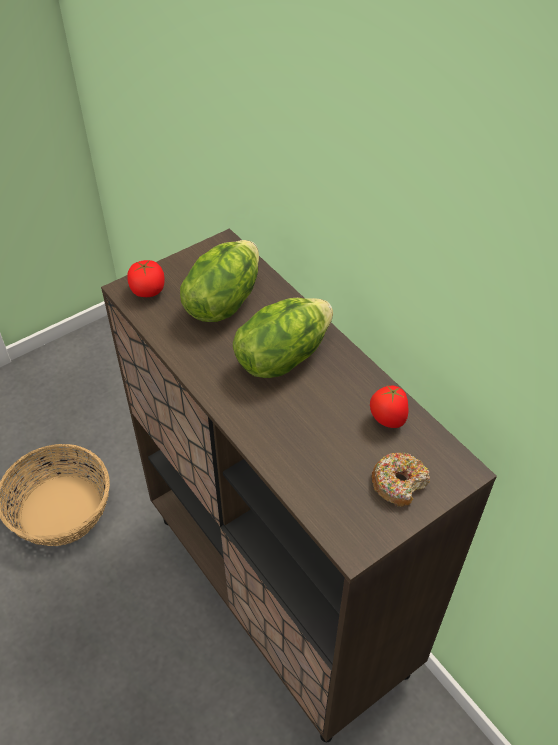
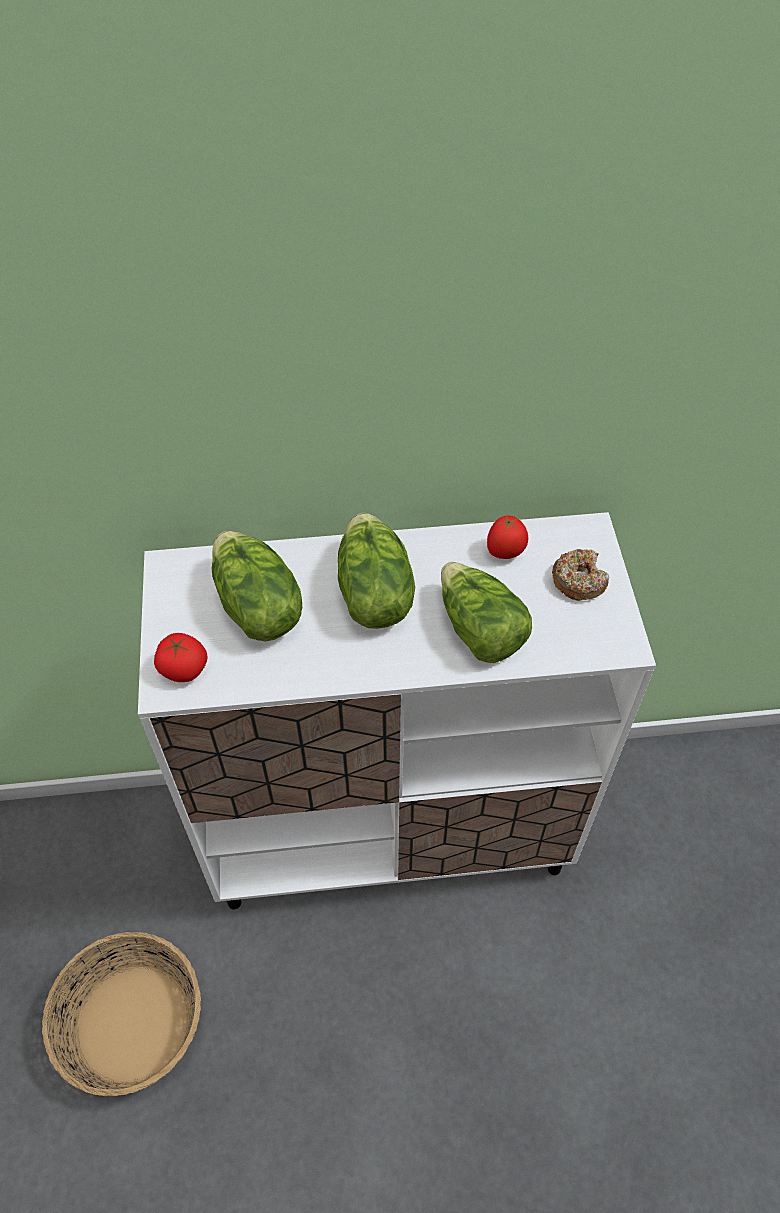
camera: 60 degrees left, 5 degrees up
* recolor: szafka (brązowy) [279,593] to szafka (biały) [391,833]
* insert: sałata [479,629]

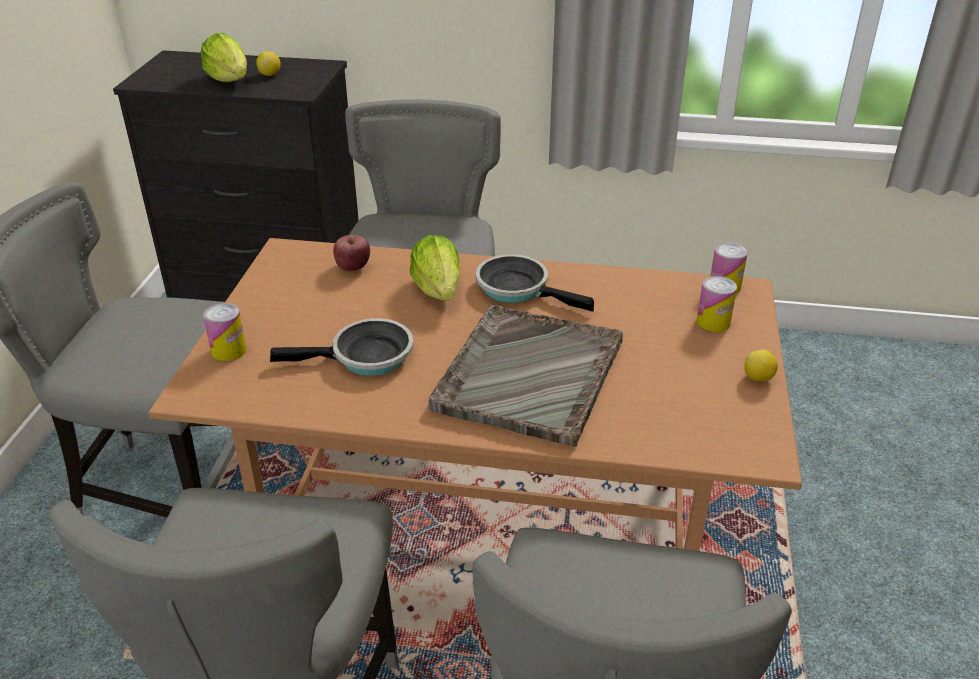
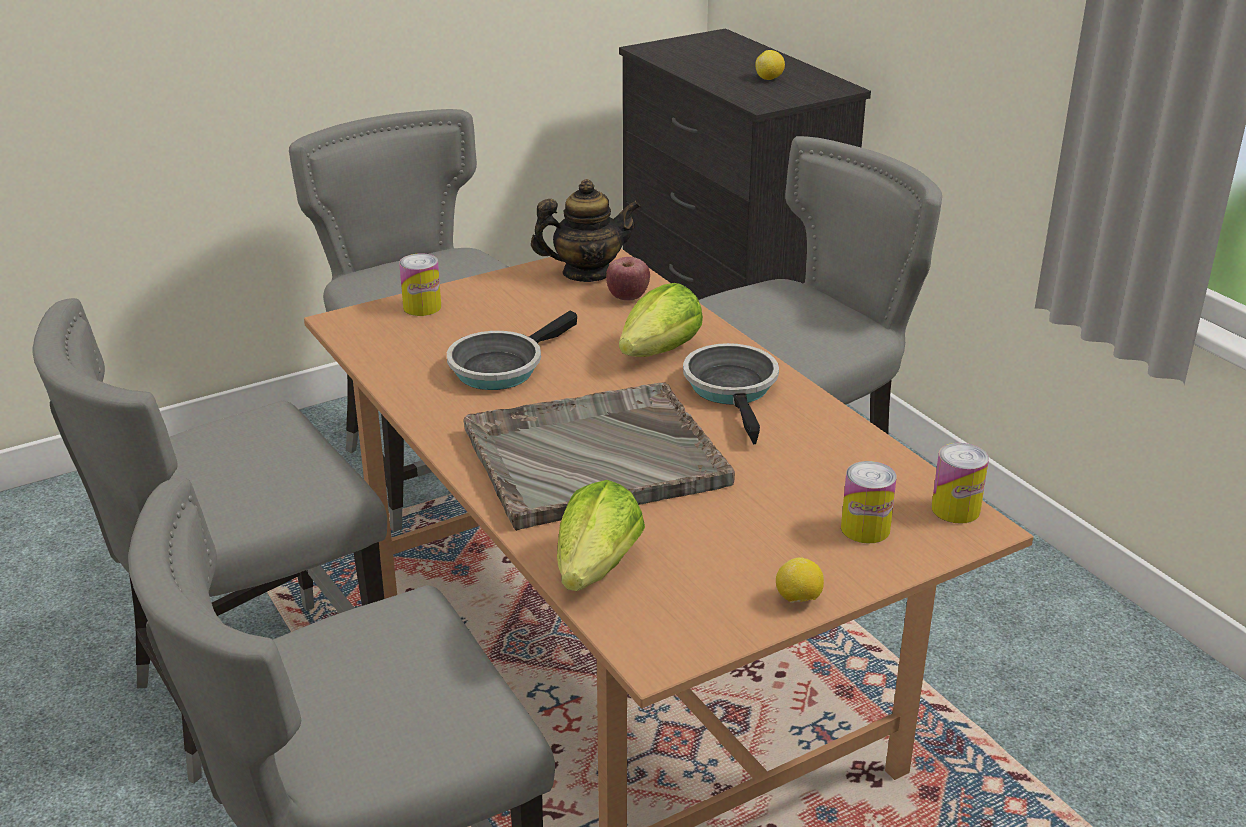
camera: 50 degrees right, 5 degrees down
* move: sałata [229,80] to [597,569]
* rotate: patelnia [365,357] = [501,367] 90 degrees clockwise
* insert: imbryk [586,273]

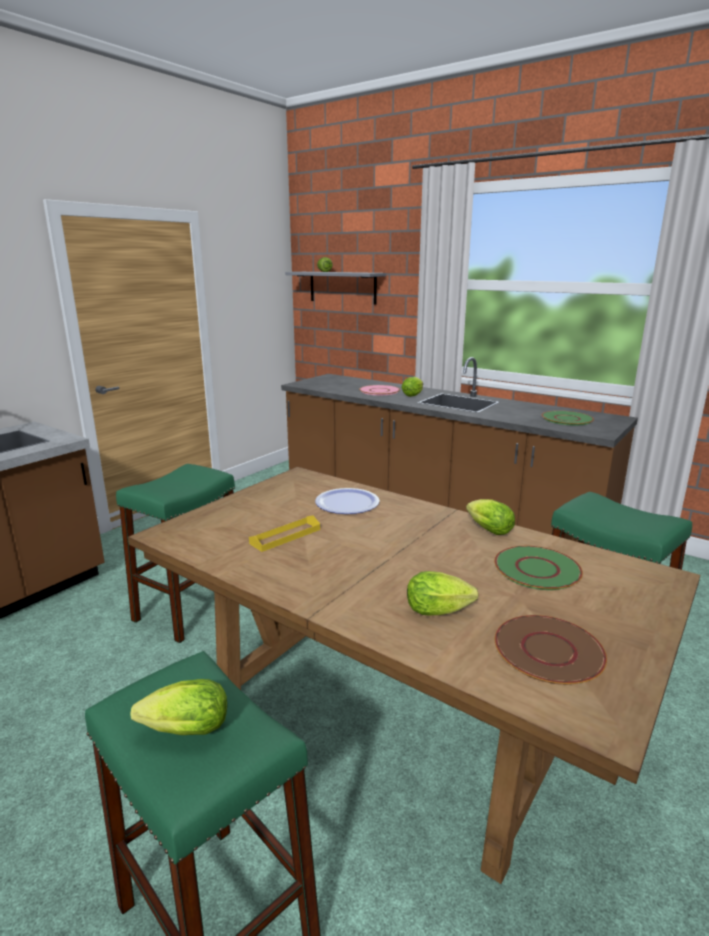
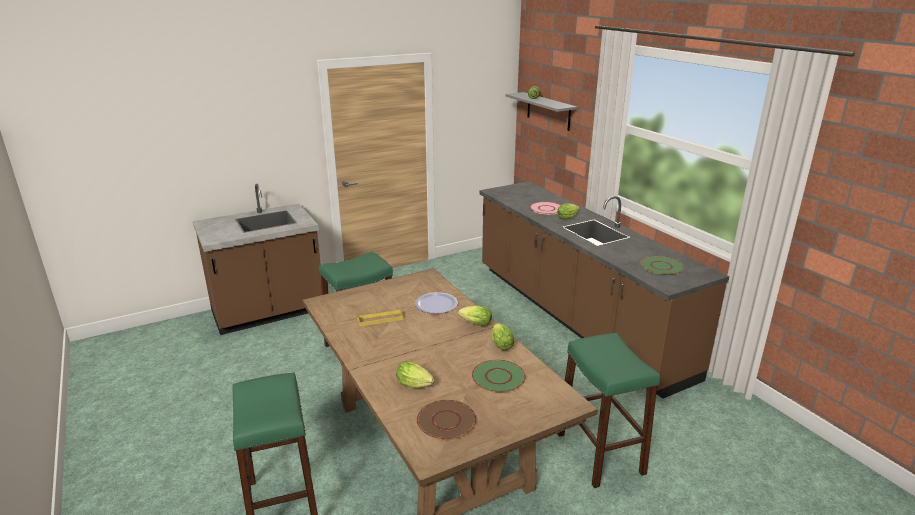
camera: 25 degrees right, 5 degrees up
* move: sałata [181,731] to [474,324]

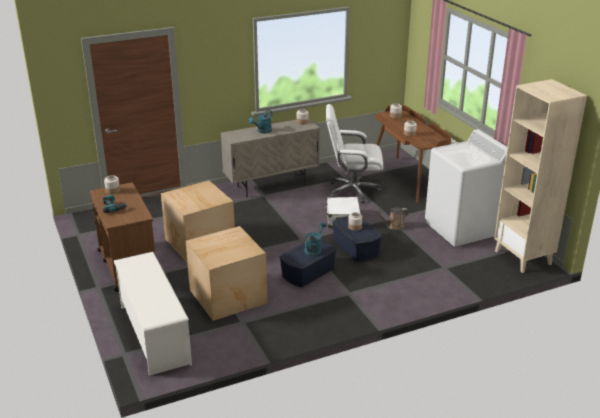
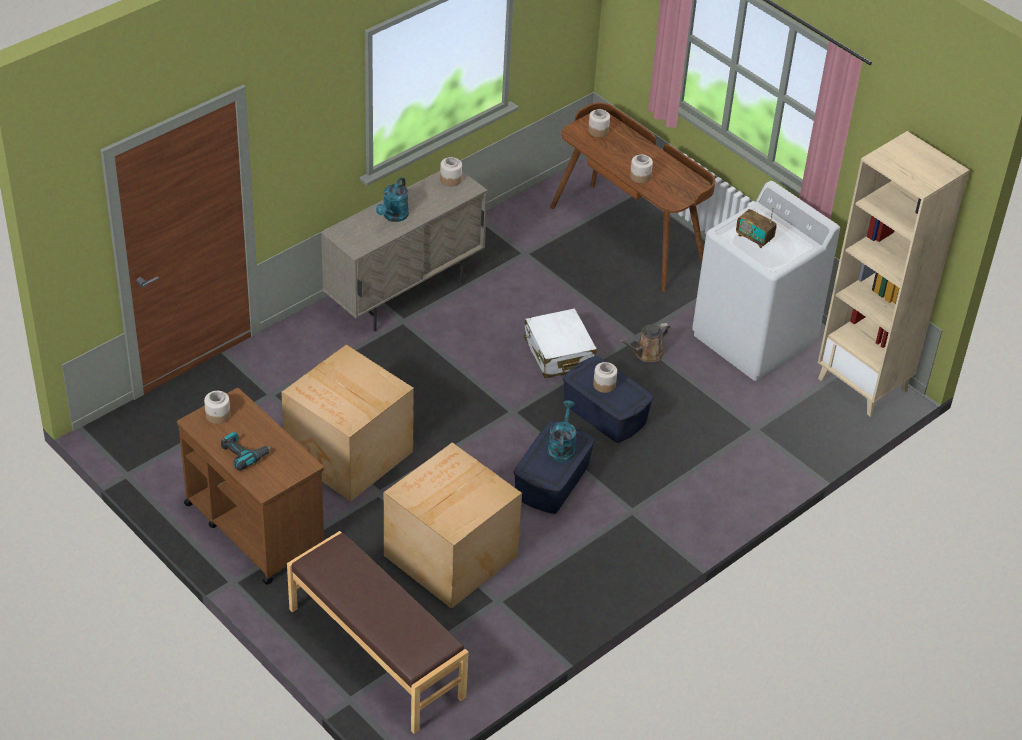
camera: 20 degrees left, 15 degrees up
* replace: regał na buty (biały) [154,334] to ławka (brązowy) [375,653]
* delete: krzesło biurowe (biały) [353,190]
* insert: radio [754,238]

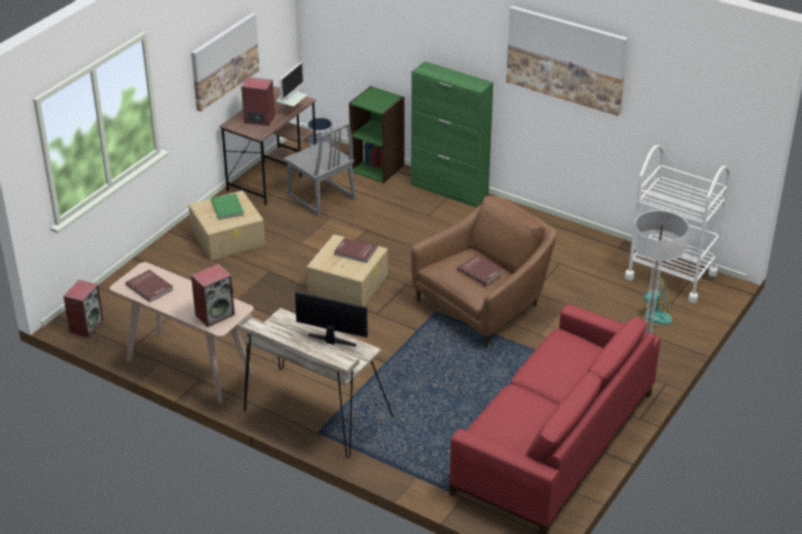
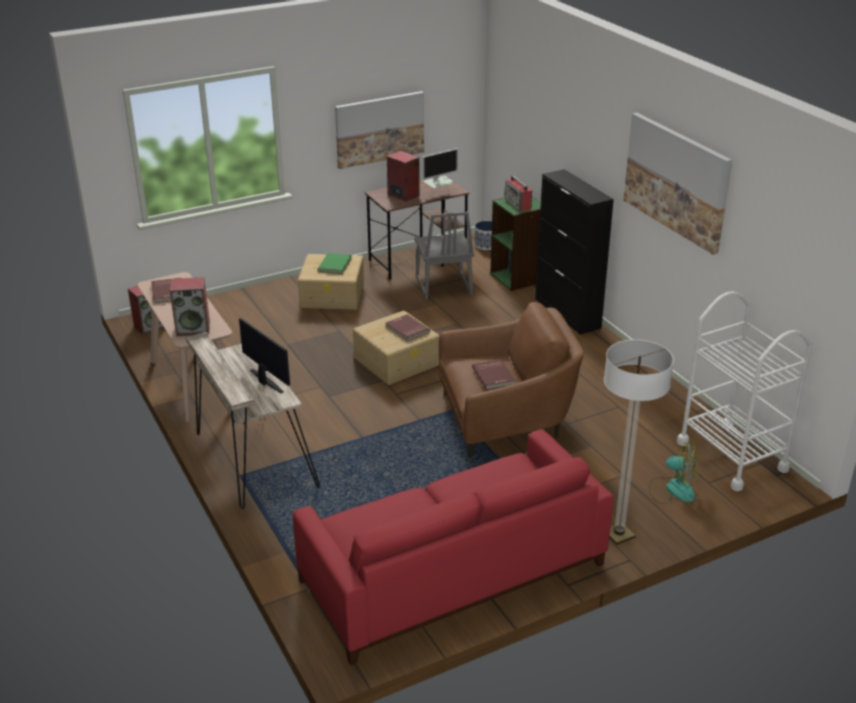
camera: 30 degrees right, 5 degrees down
* recolor: szafka (zielony) [449,190] to szafka (czarny) [567,313]
* insert: radio [518,204]

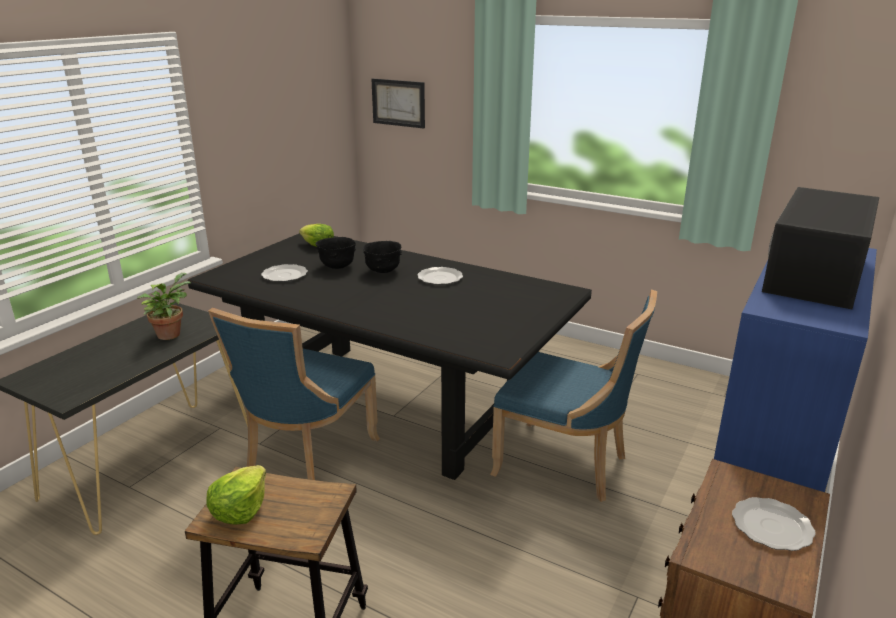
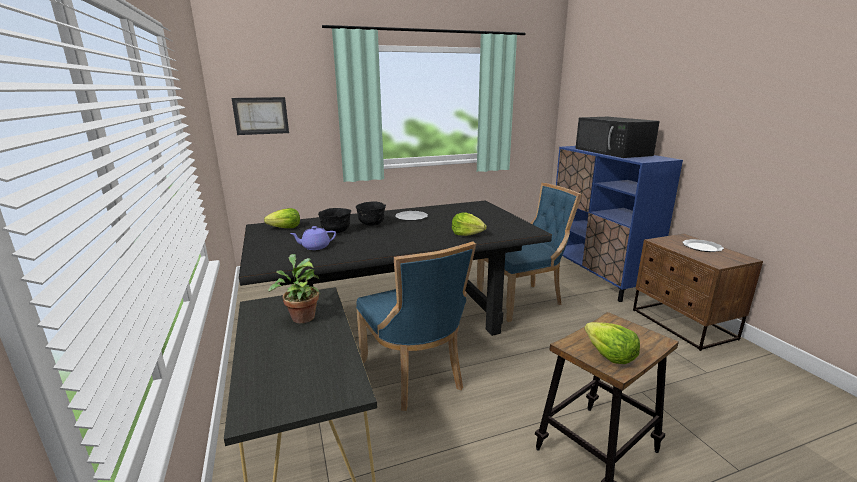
camera: 50 degrees left, 5 degrees down
* replace: talerz [284,275] to imbryk (fioletowy) [315,247]
* insert: sałata [467,234]

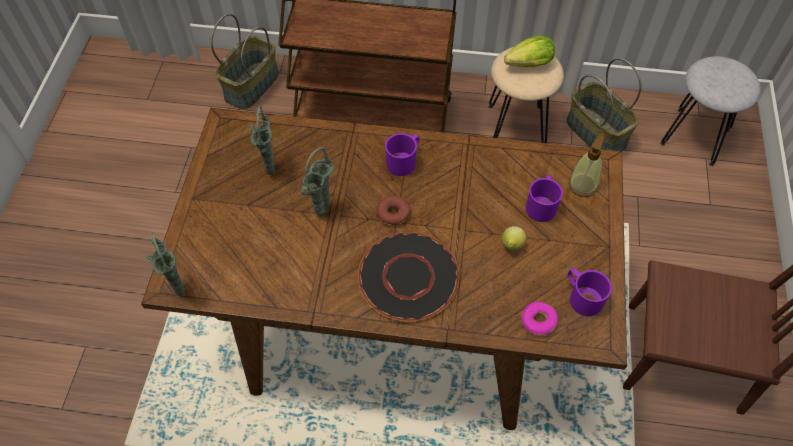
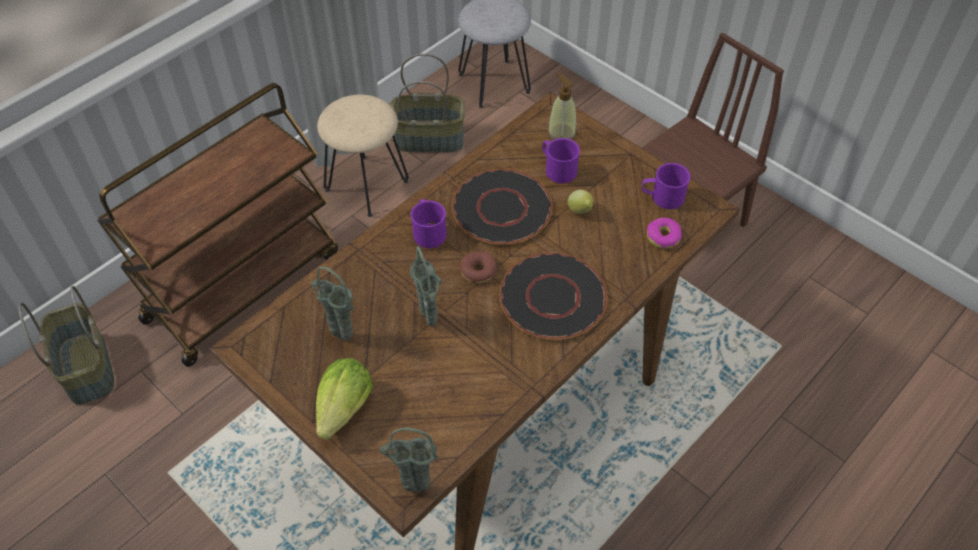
camera: 55 degrees left, 5 degrees down
* move: sałata [526,65] to [342,413]
* insert: talerz (czarny) [501,209]

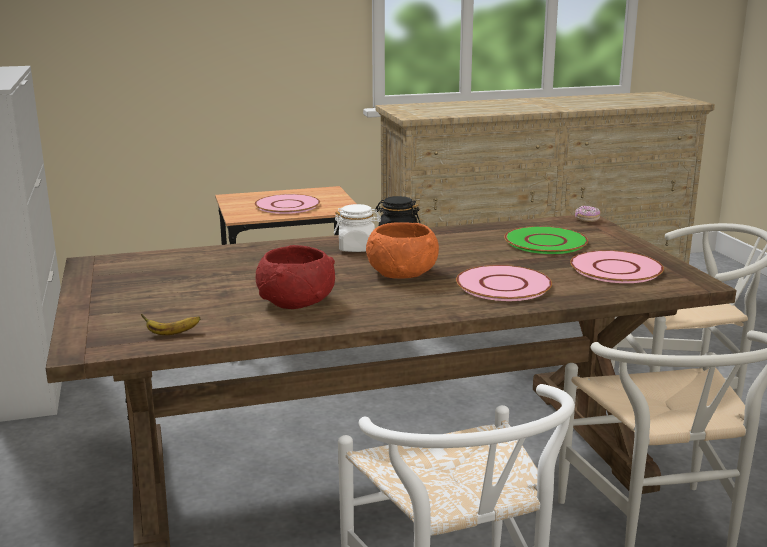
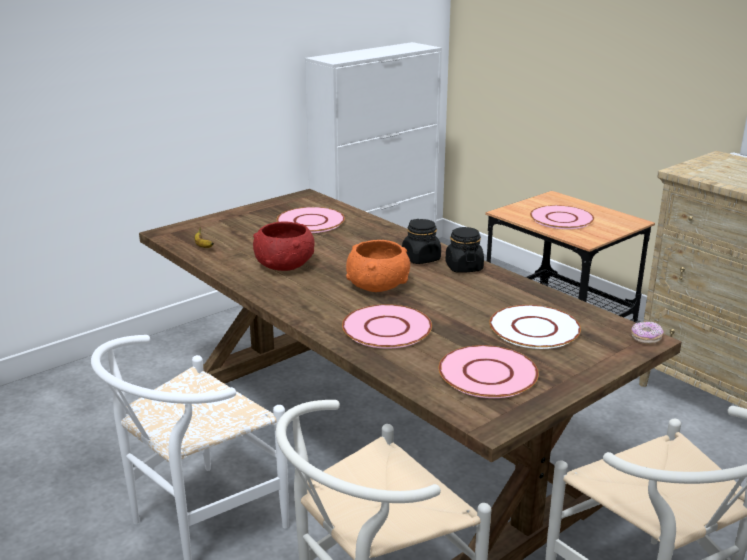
camera: 65 degrees right, 5 degrees up
* recolor: słoik (biały) [357,248] to słoik (czarny) [421,259]
* recolor: talerz (zielony) [545,242] to talerz (biały) [535,328]
* insert: talerz (różowy) [311,221]

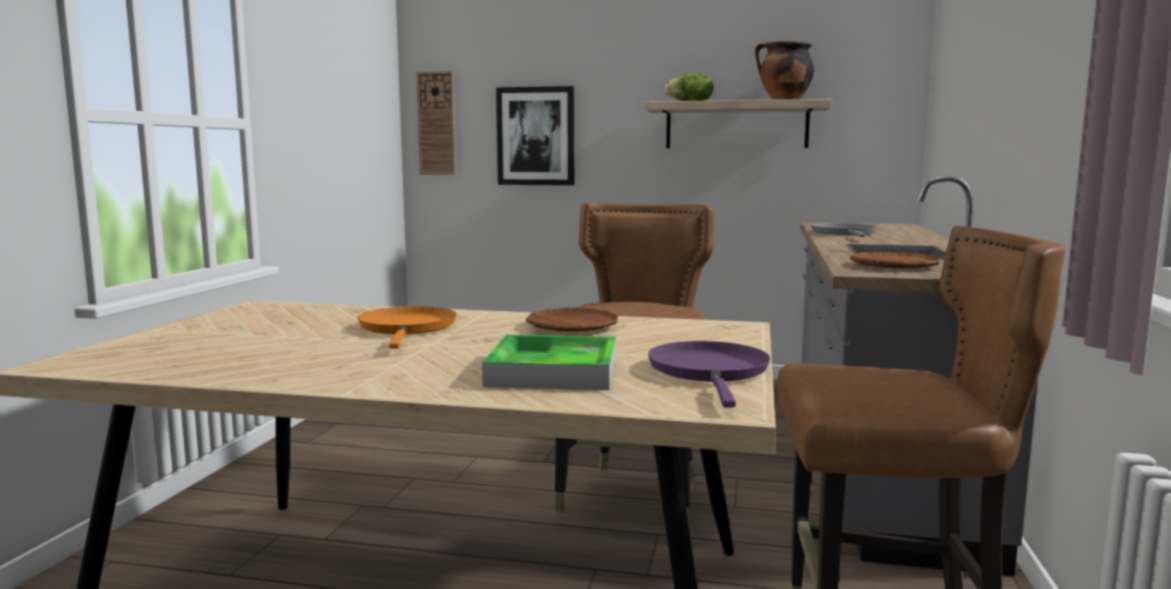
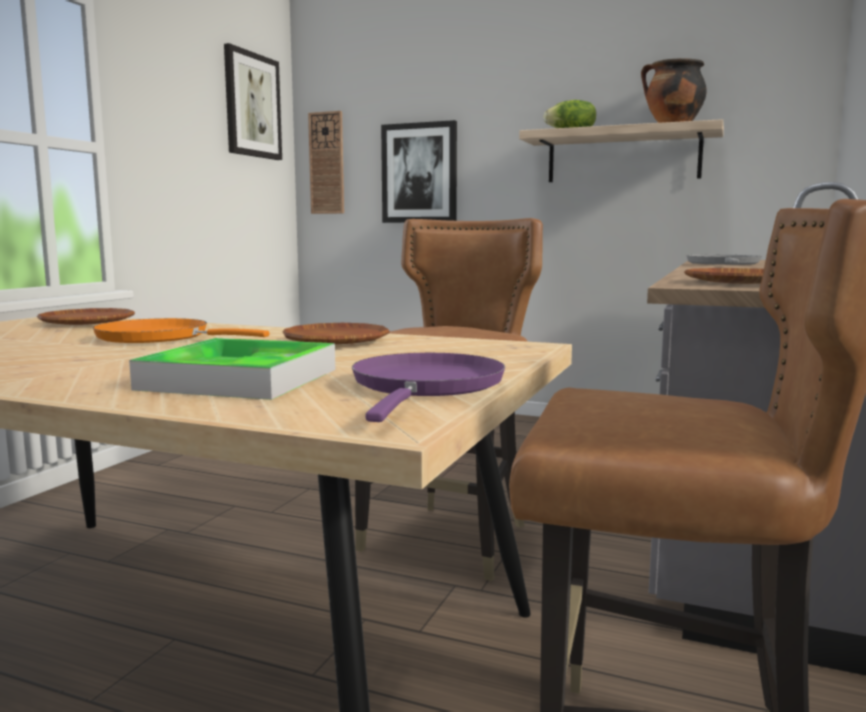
camera: 10 degrees right, 0 degrees up
* rotate: patelnia (pomarańczowy) [407,328] = [160,338] 75 degrees counterclockwise
* insert: talerz (brązowy) [87,323]
* insert: obraz [252,105]

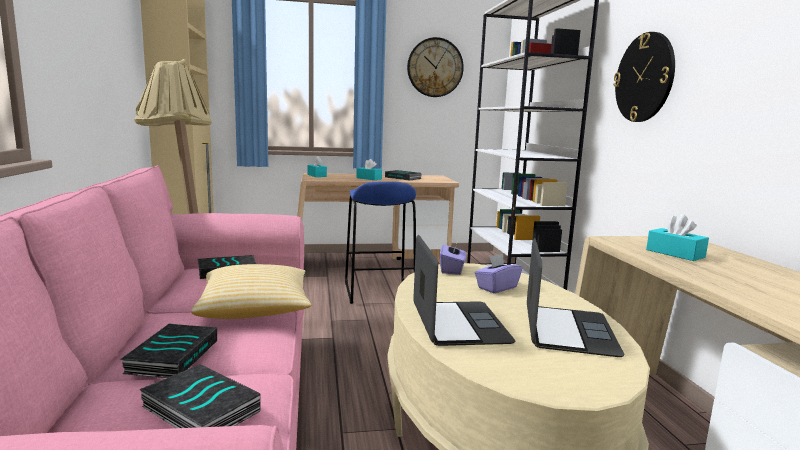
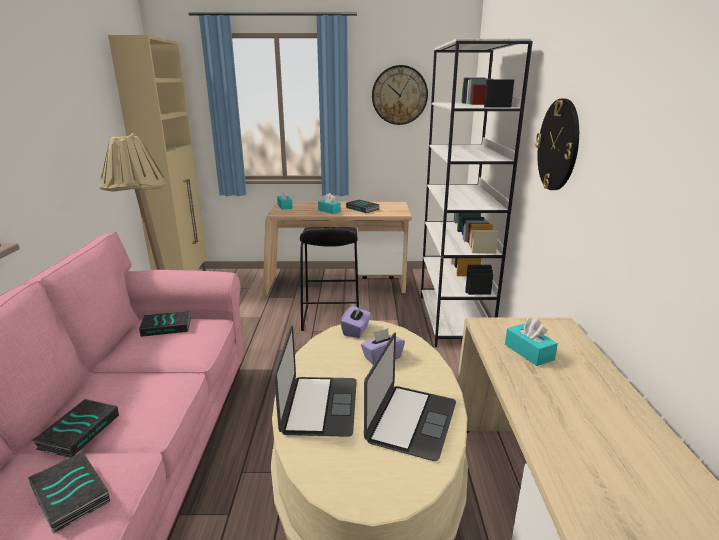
camera: 10 degrees right, 10 degrees up
* delete: poduszka [255,310]
* recolor: stołek (niebieski) [378,291] to stołek (czarny) [331,317]

